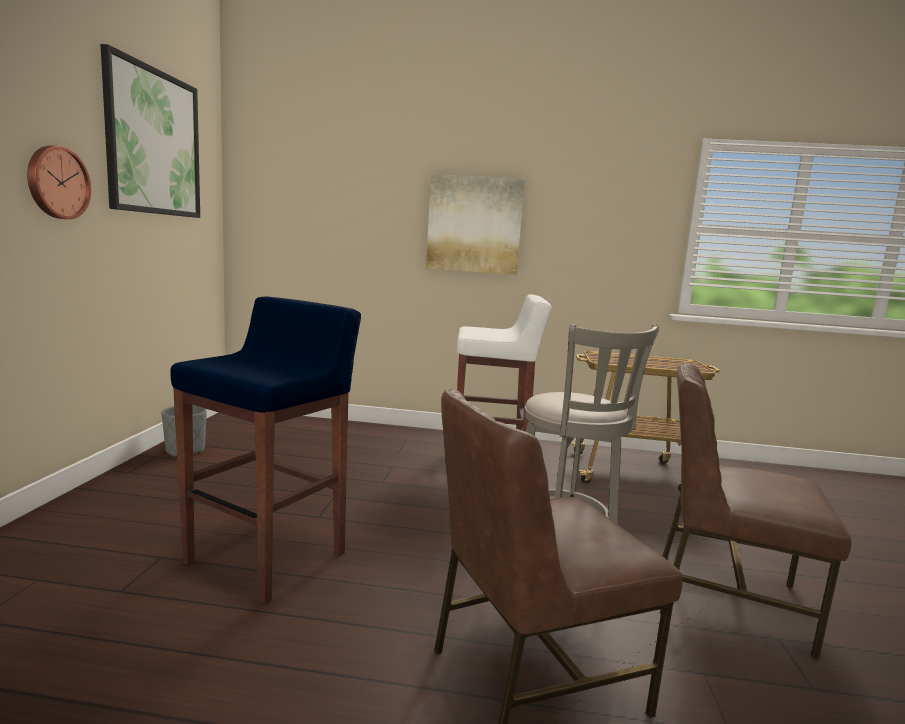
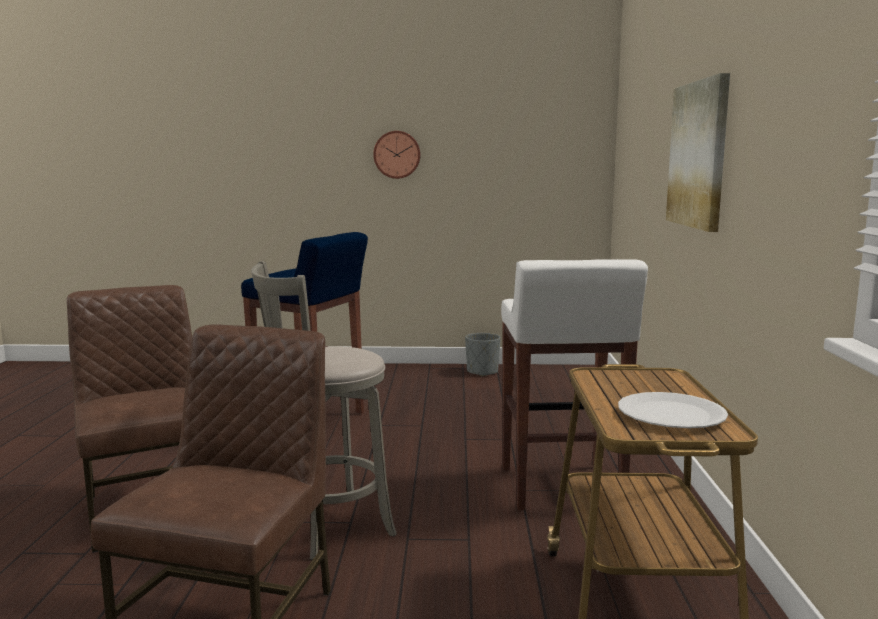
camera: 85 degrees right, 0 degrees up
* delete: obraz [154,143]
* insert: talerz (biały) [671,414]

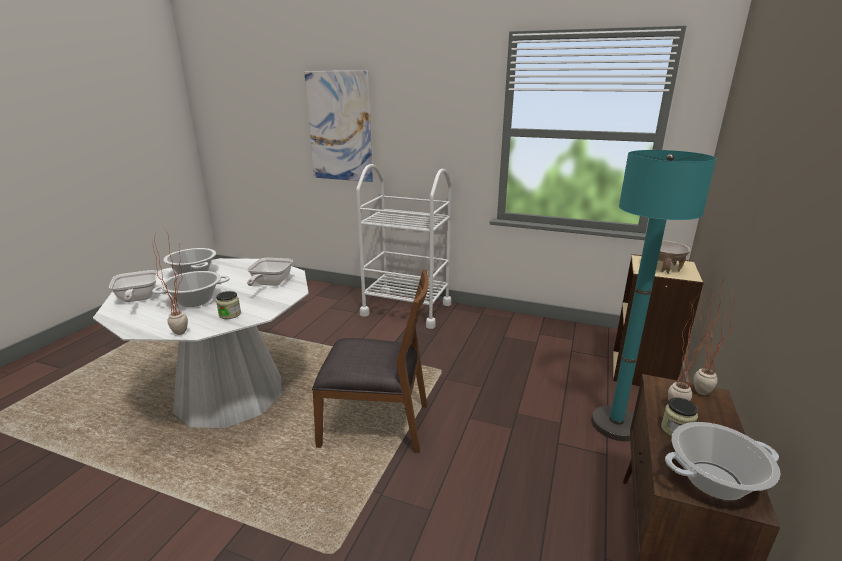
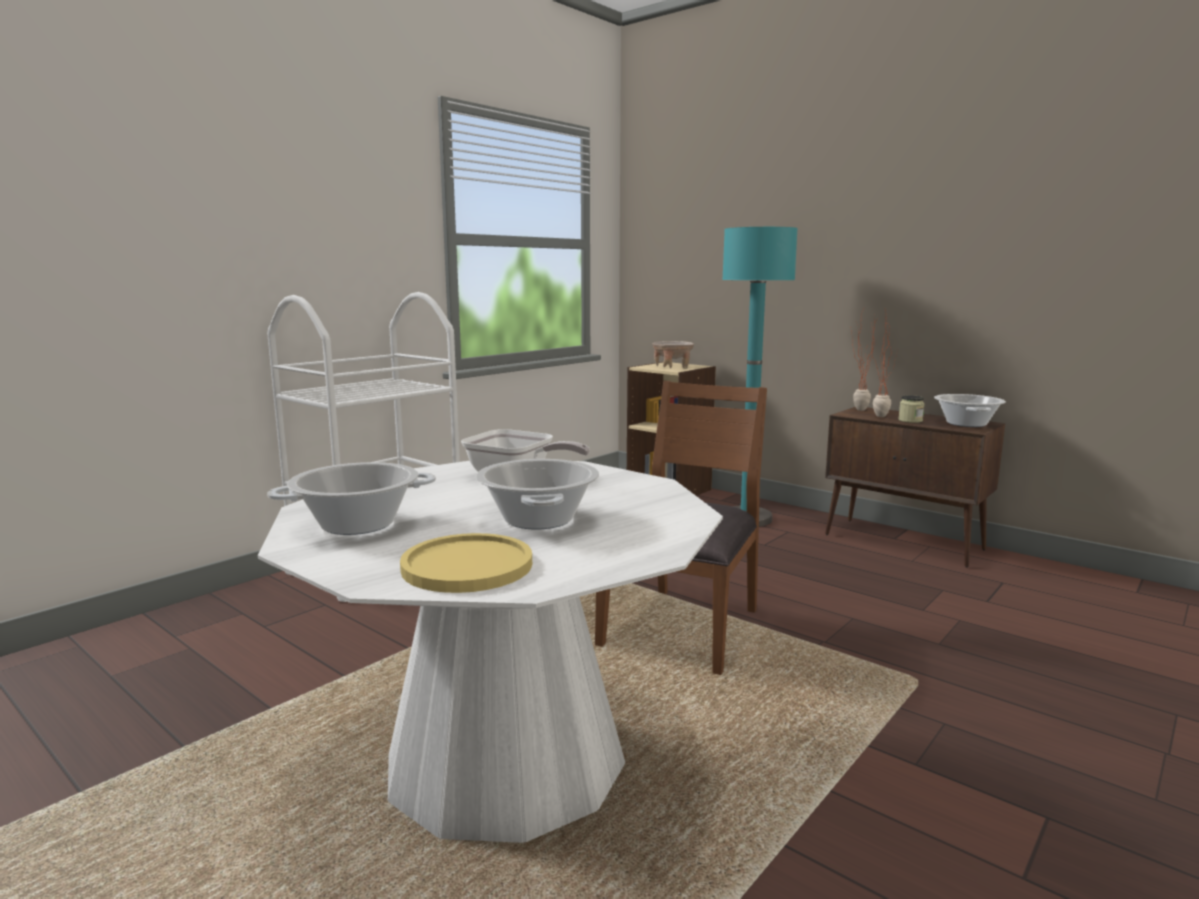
camera: 70 degrees left, 10 degrees down
* replace: patelnia [137,299] to talerz (żółty) [467,566]
* delete: roślina doniczkowa [186,332]
* delete: słoik [230,314]
* delete: obraz [339,127]

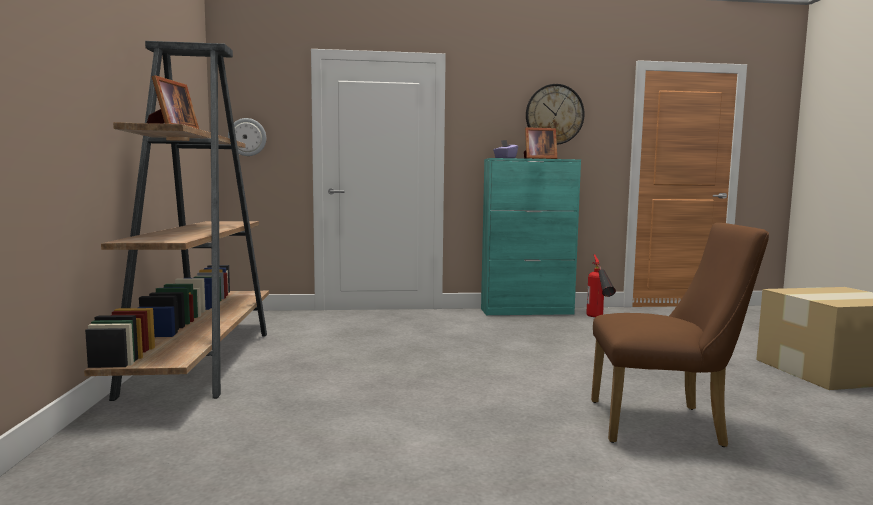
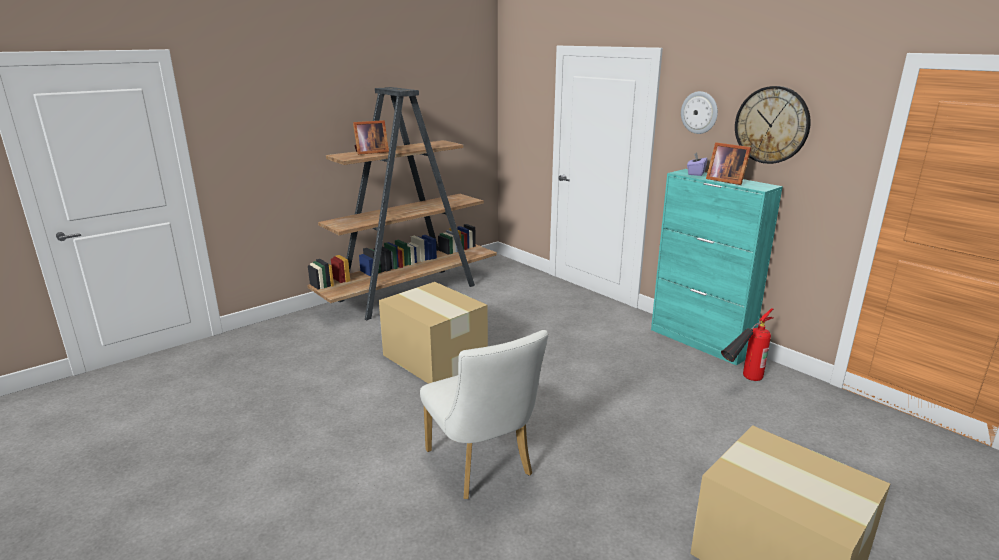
camera: 55 degrees right, 15 degrees up
* move: zegar ścienny [247,137] to [699,112]
* recolor: krzesło (brązowy) [665,424] to krzesło (biały) [482,467]
* insert: karton [434,357]

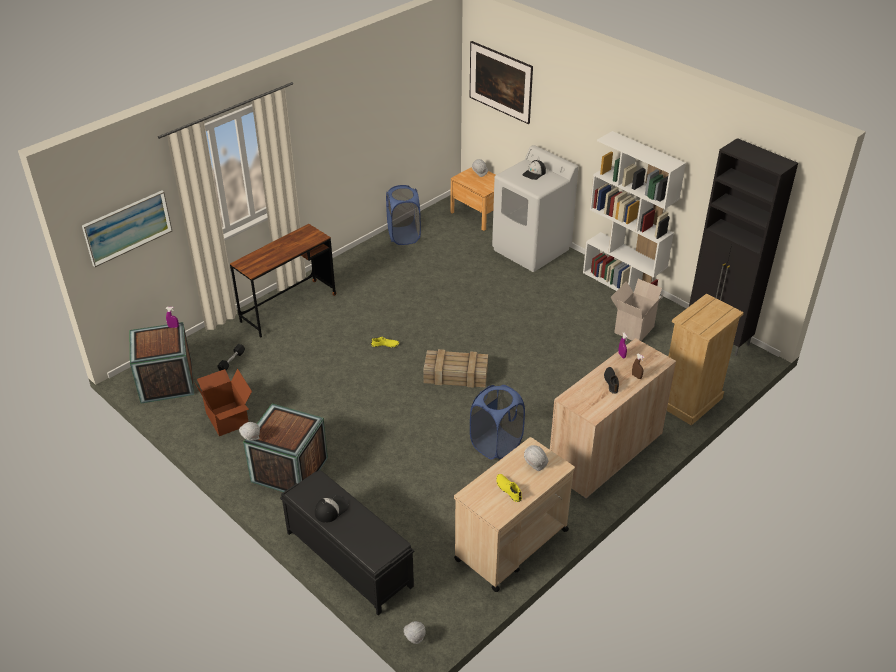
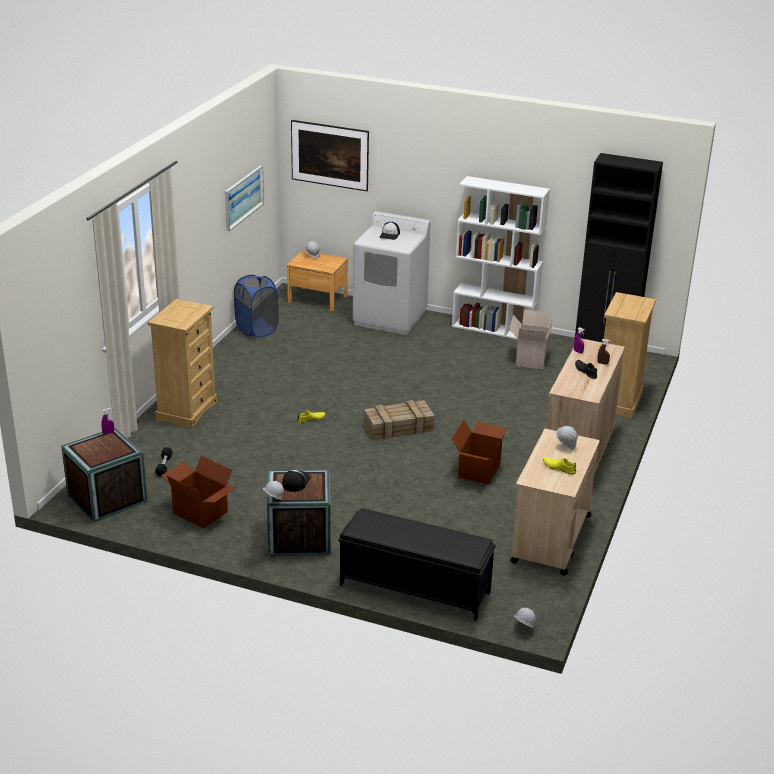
camera: 25 degrees left, 10 degrees down
* move: obraz [127,227] to [243,197]
* replace: biurko (brązowy) [288,308] to komoda (beżowy) [187,410]
* move: czapka z daszkiem [331,509] to [295,482]
* replace: kosz na pranie (niebieski) [496,444] to karton [478,470]

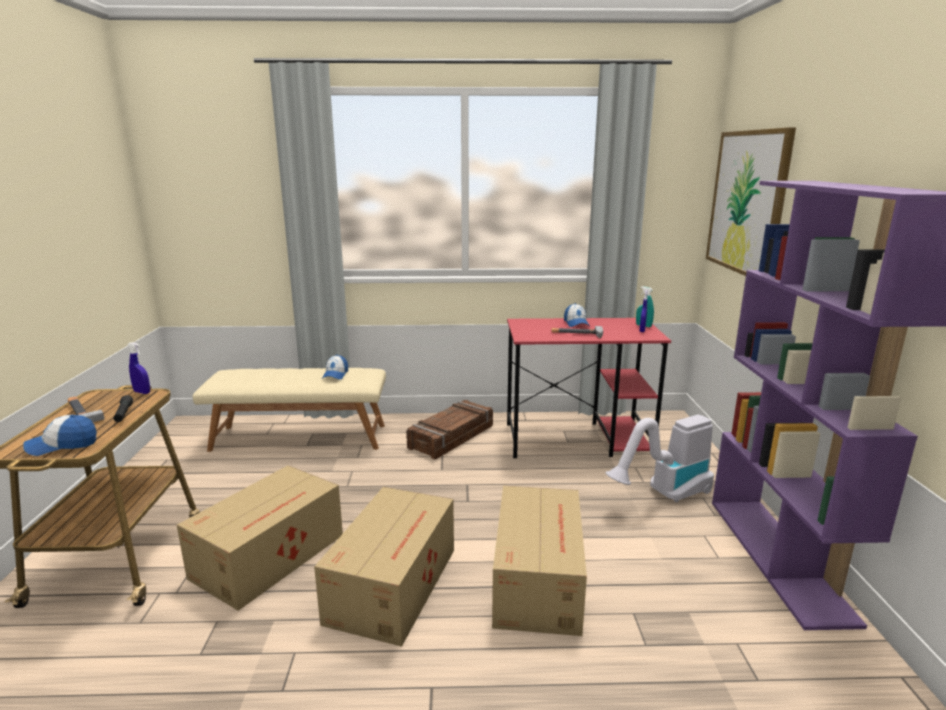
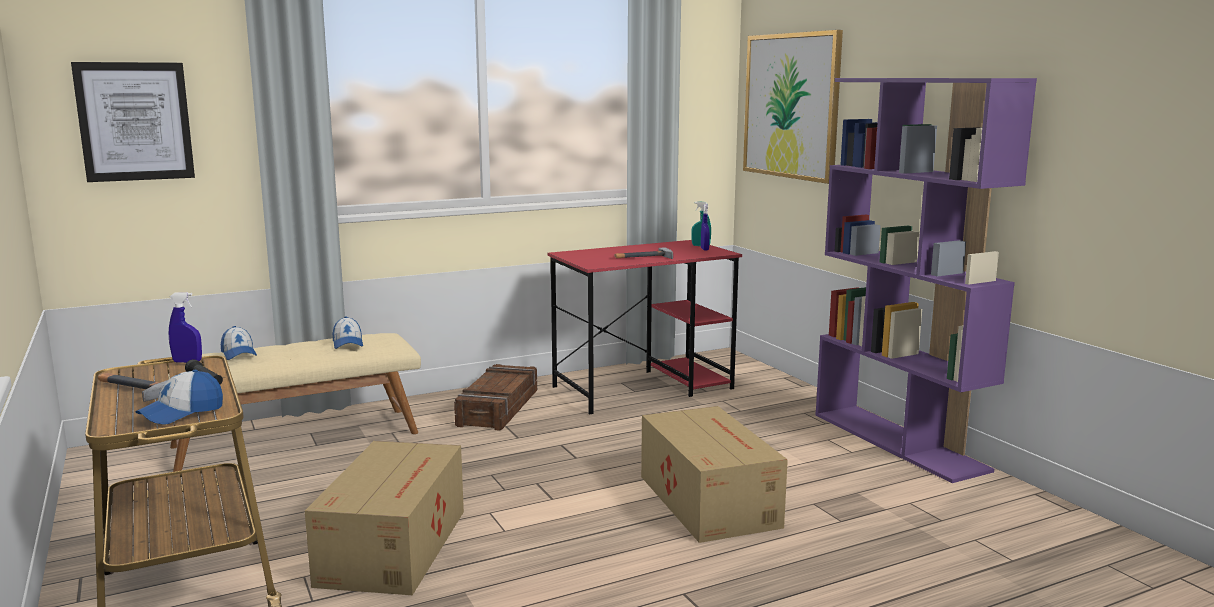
camera: 25 degrees left, 5 degrees down
* delete: karton [394,583]
* move: czapka z daszkiem [576,323] to [238,354]
* delete: odkurzacz [664,495]
* insert: obraz [135,121]

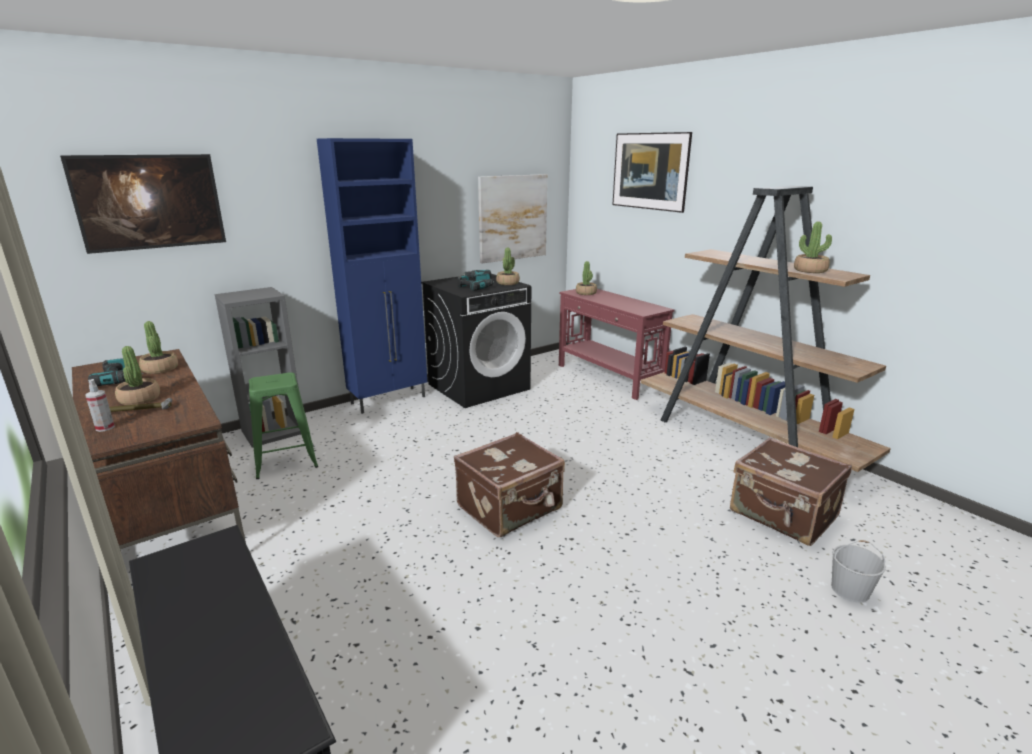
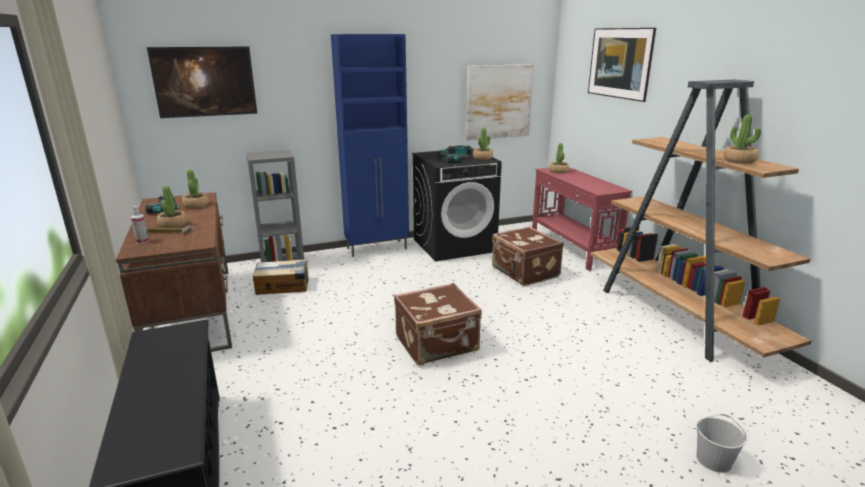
camera: 15 degrees right, 0 degrees up
* replace: stołek (zielony) [286,461] to karton [283,286]
* move: walizka (brązowy) [783,515] to [524,272]

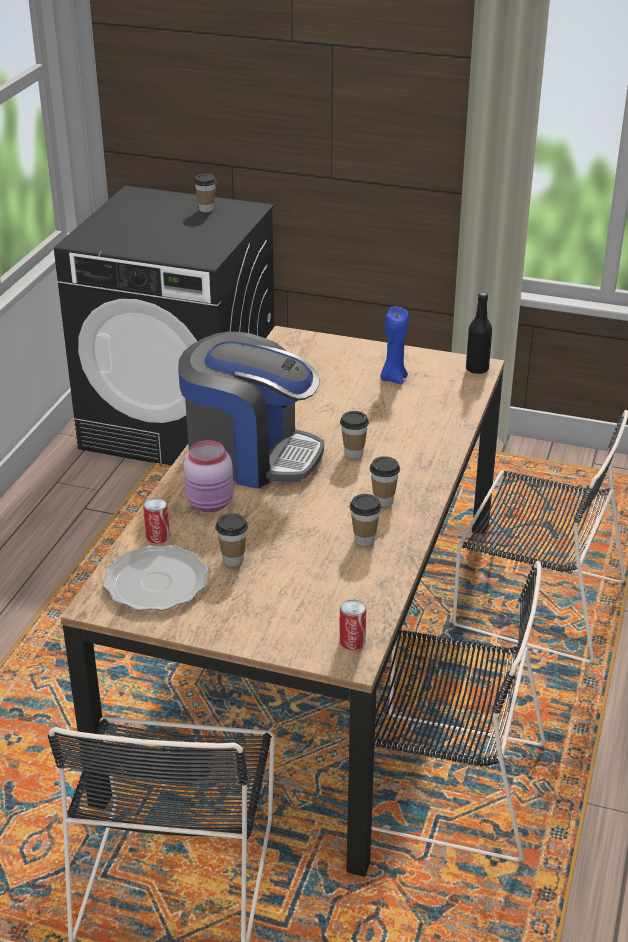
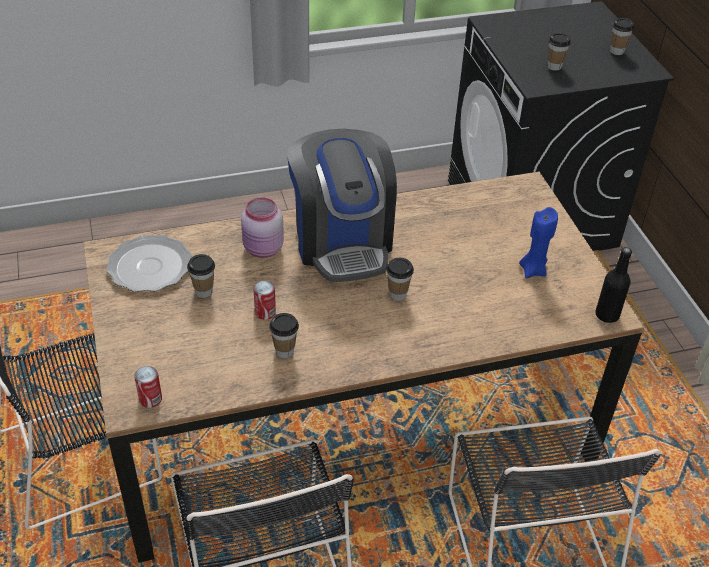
camera: 55 degrees right, 10 degrees up
* move: puszka [157,537] to [265,312]
* move: filiżanka [383,501] to [554,66]

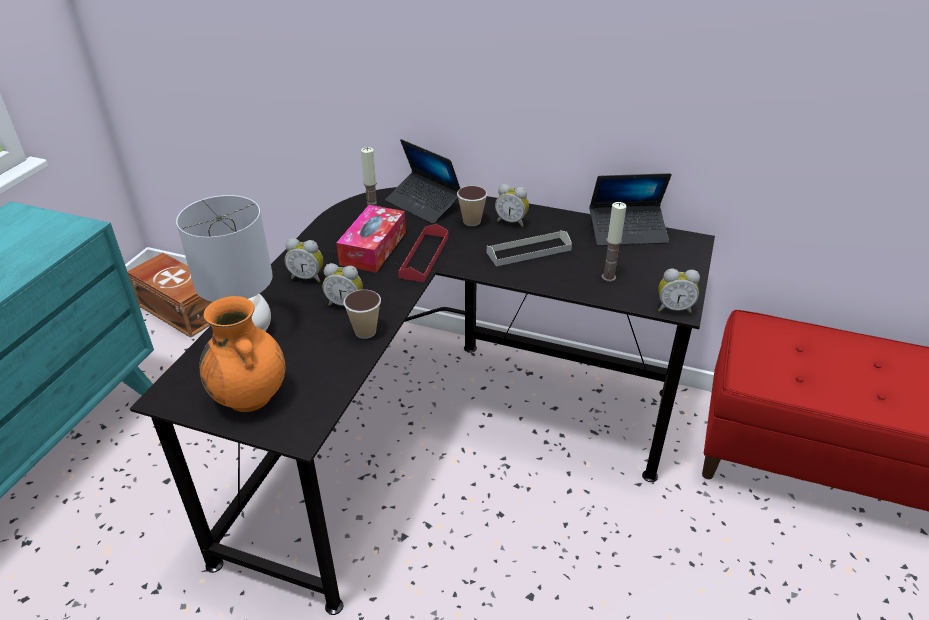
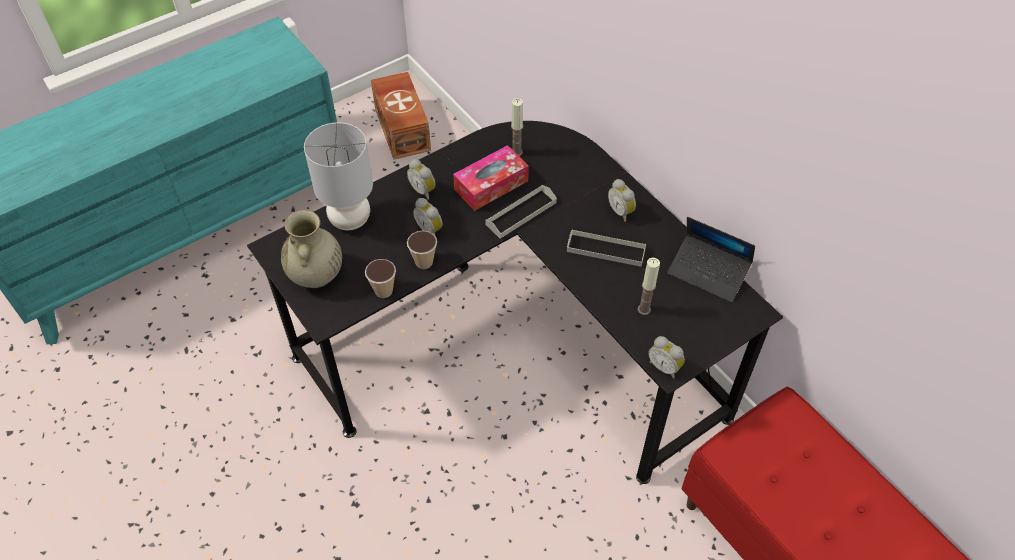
camera: 35 degrees right, 15 degrees up
* recolor: wazon (pomarańczowy) [250,397] to wazon (beżowy) [316,276]
* delete: laptop [423,204]
* recolor: taca (czerwony) [424,257] to taca (szary) [521,213]
* move: filiżanka [471,221] to [383,291]

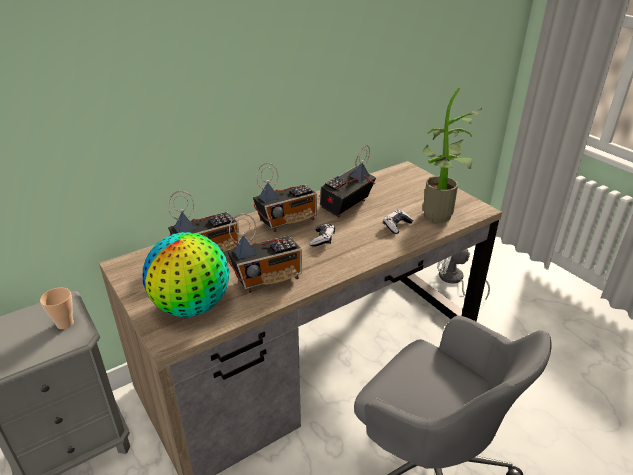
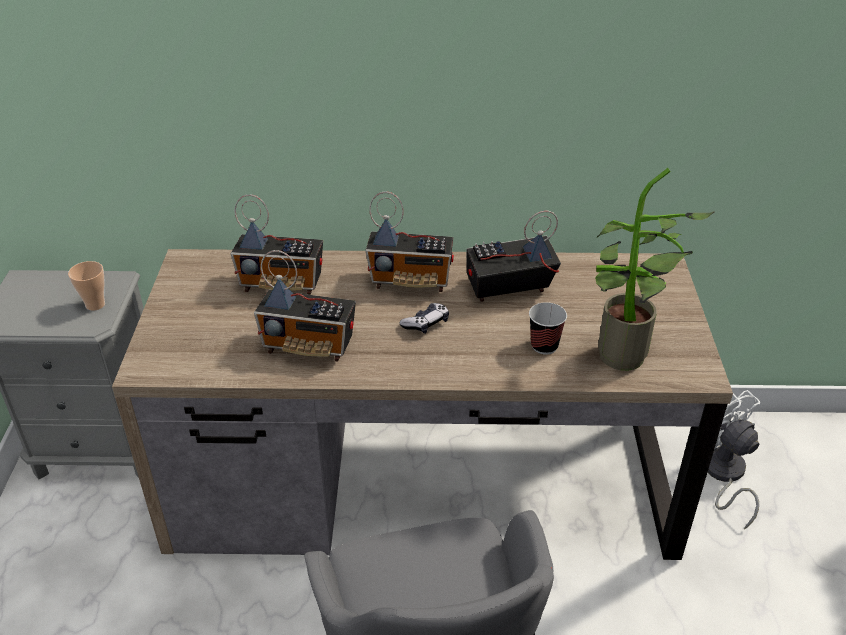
camera: 35 degrees right, 5 degrees up
* delete: globus [192,306]
* replace: pad do gier [396,225] to filiżanka [544,346]

